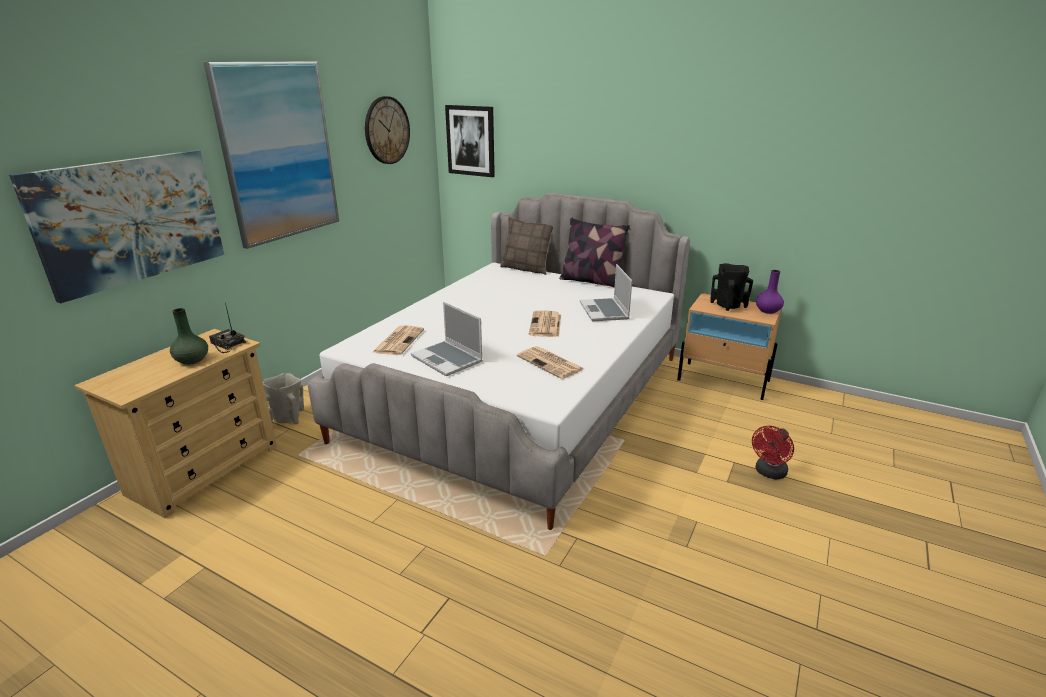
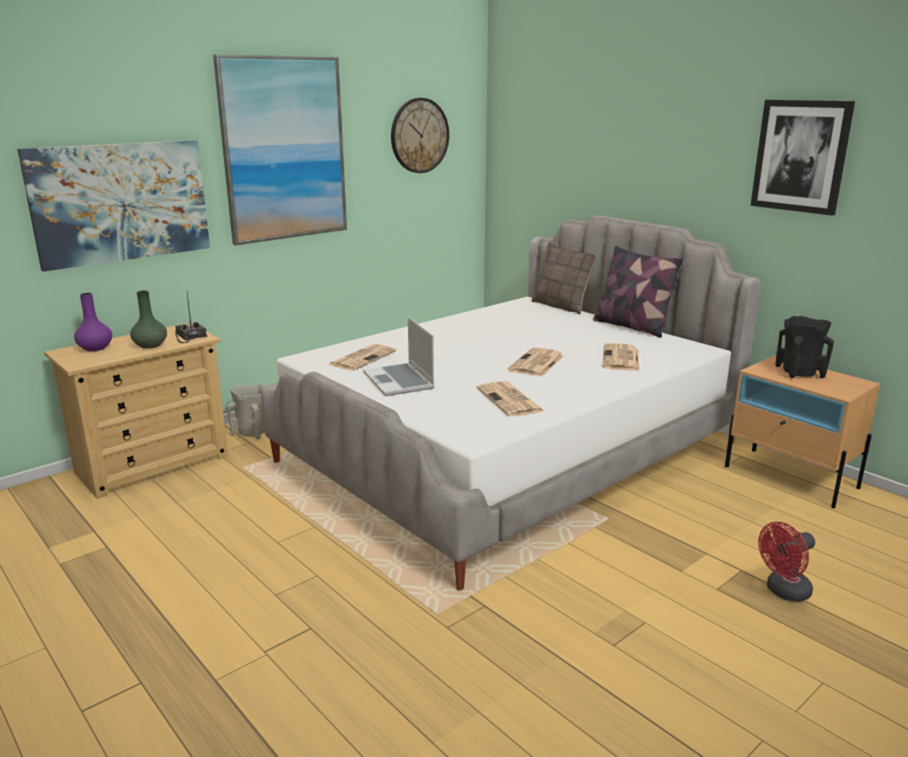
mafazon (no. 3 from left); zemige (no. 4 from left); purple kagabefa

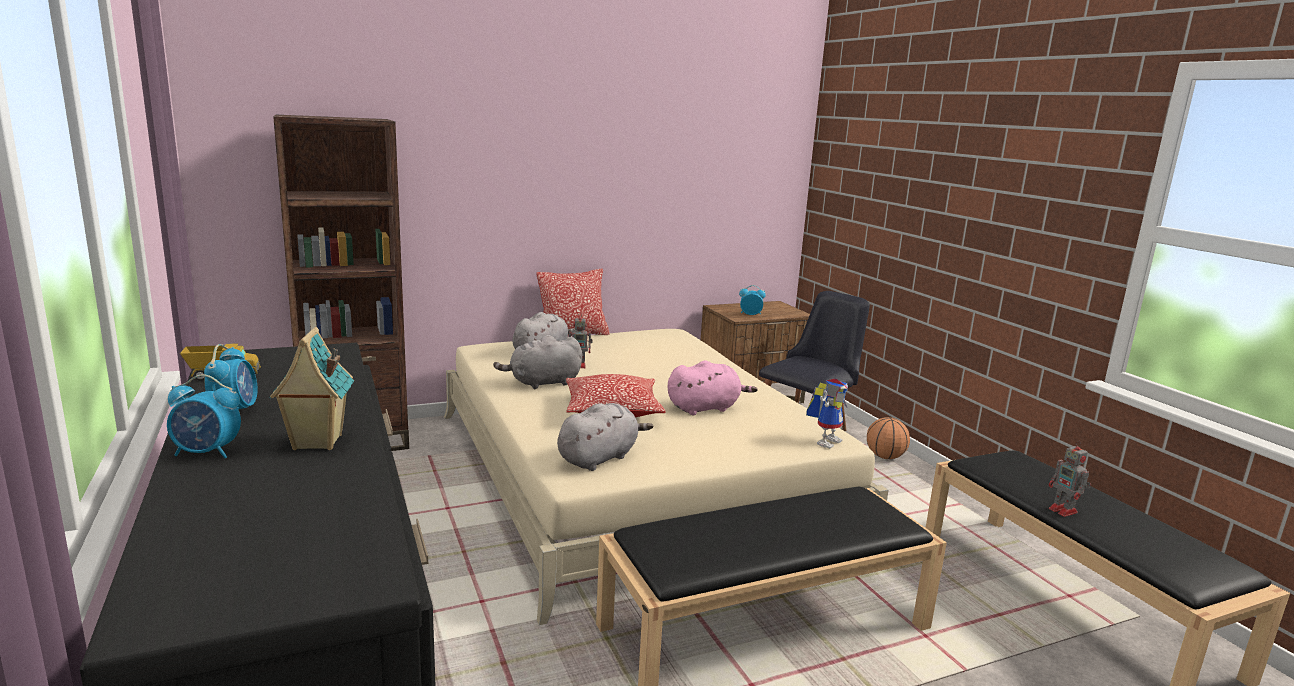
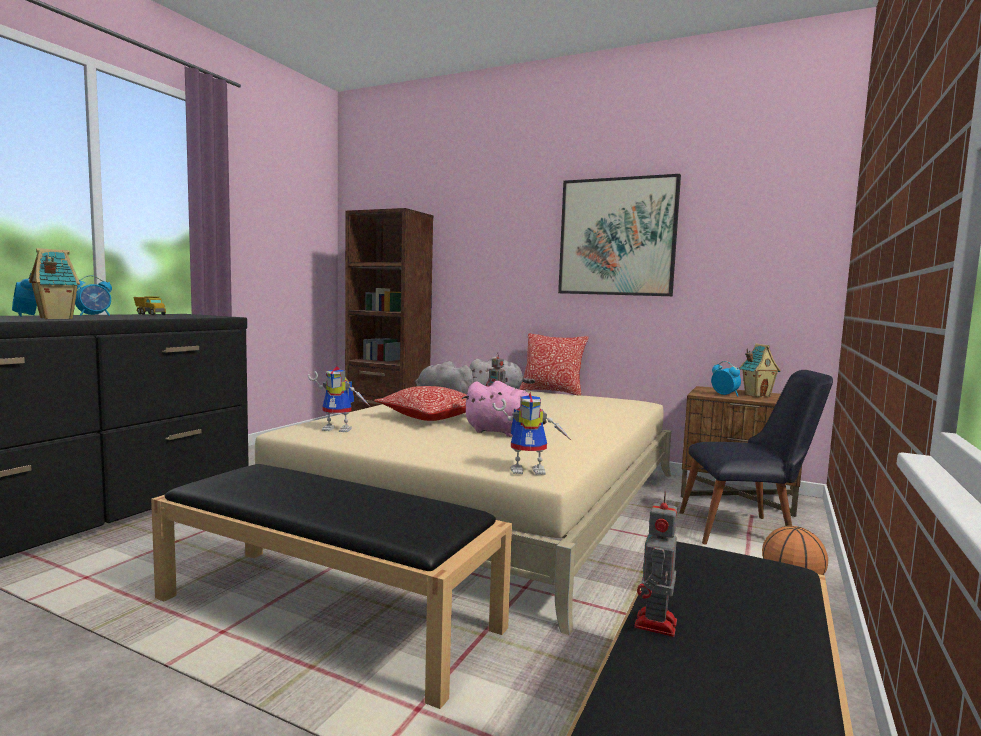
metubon (no. 1 from left); mafazon; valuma (no. 2 from left)

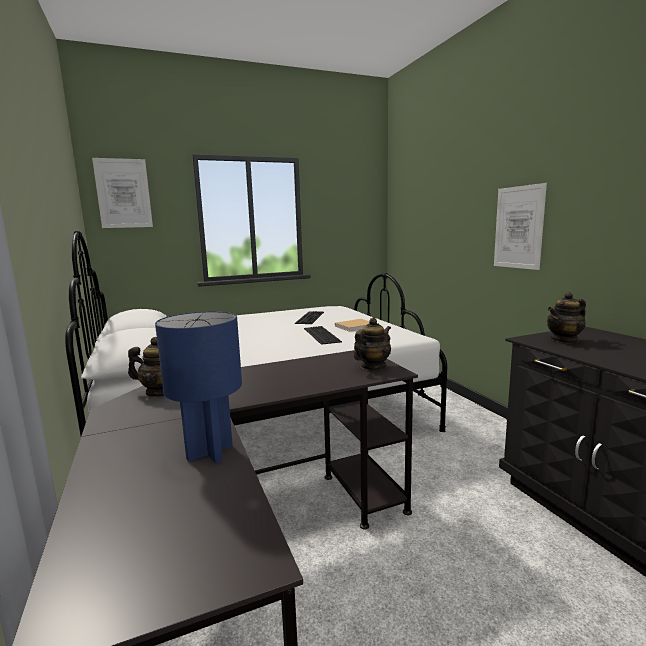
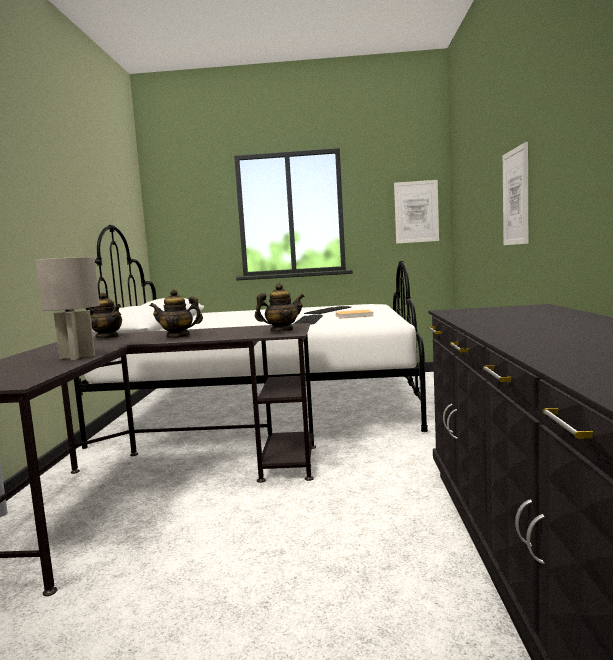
mafazon (no. 1 from left); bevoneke (no. 2 from left); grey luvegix

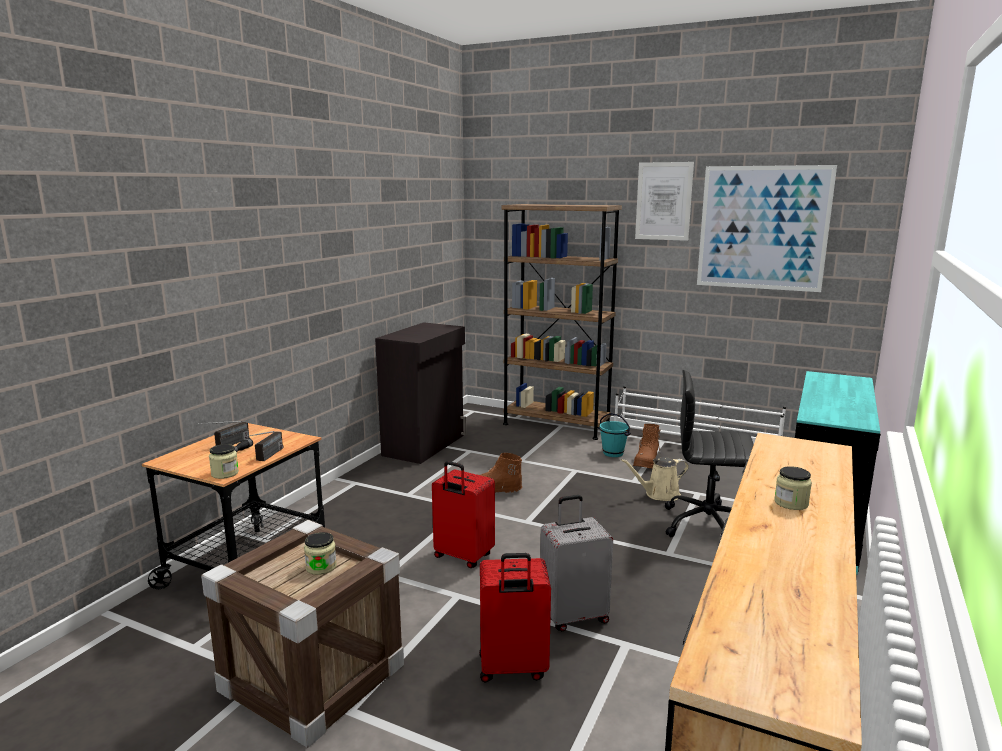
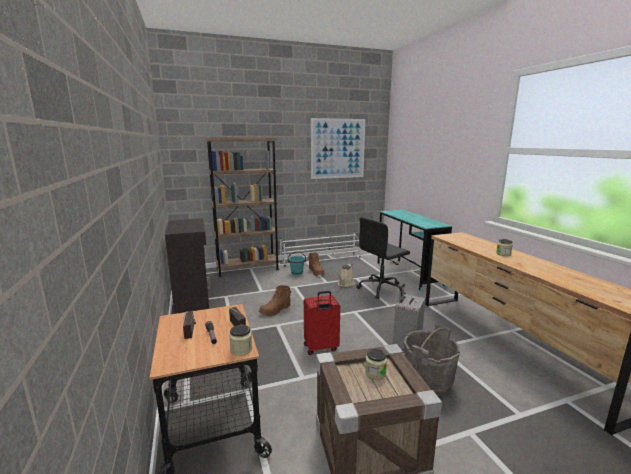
mafazon (no. 1 from left in the first image); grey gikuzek

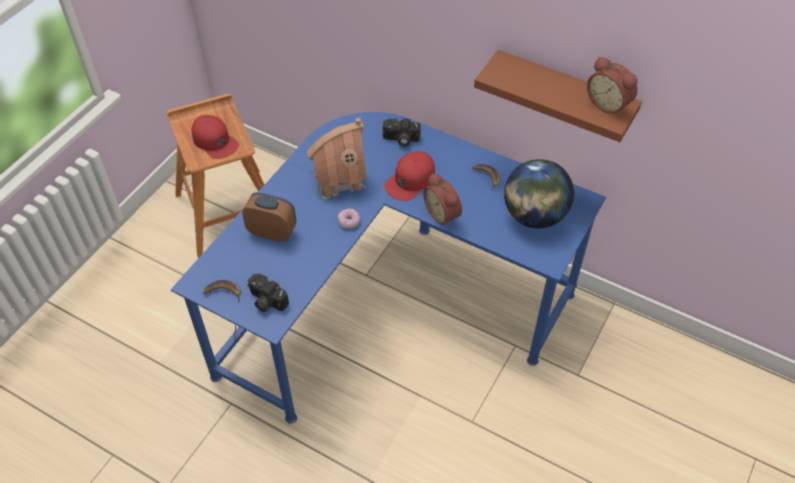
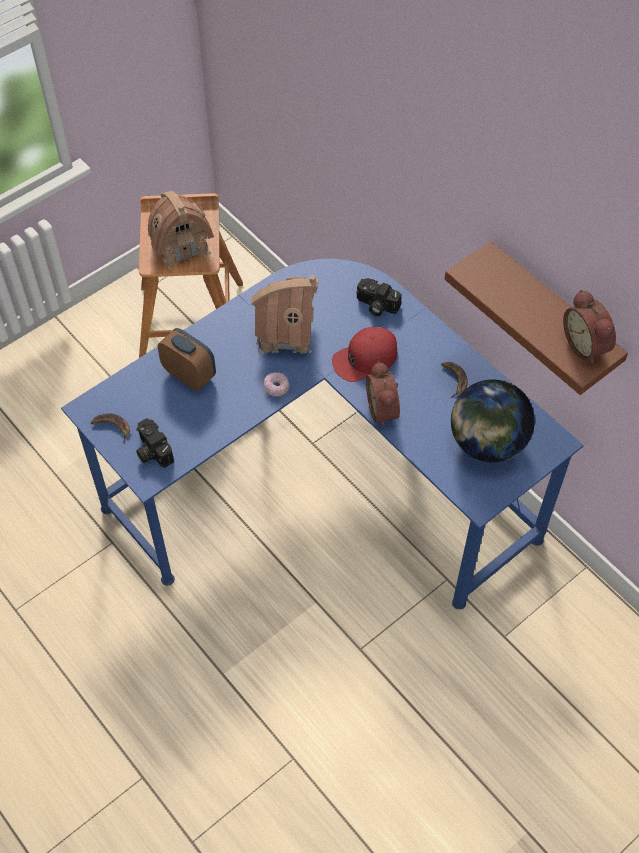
valuma (no. 1 from left)

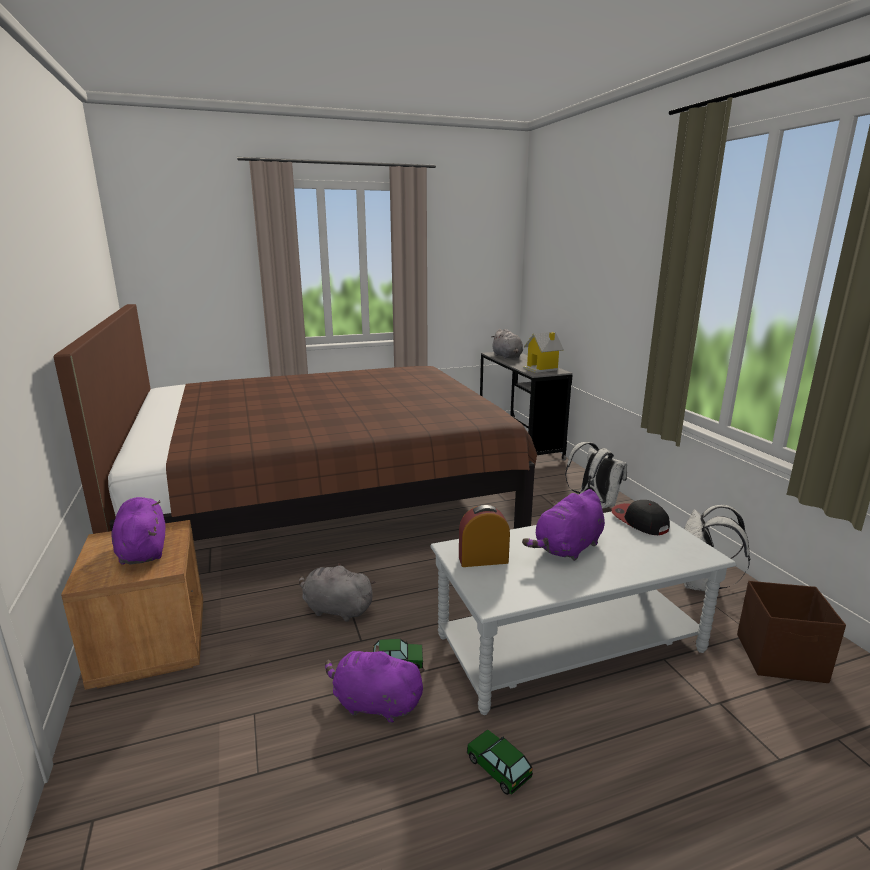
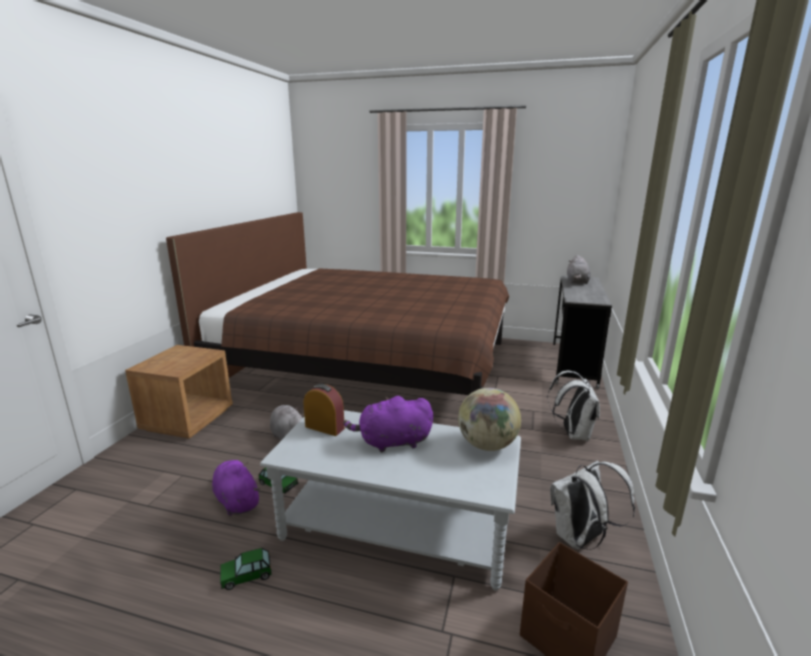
valuma; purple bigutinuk (no. 1 from left in the first image); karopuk; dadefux (no. 1 from left)

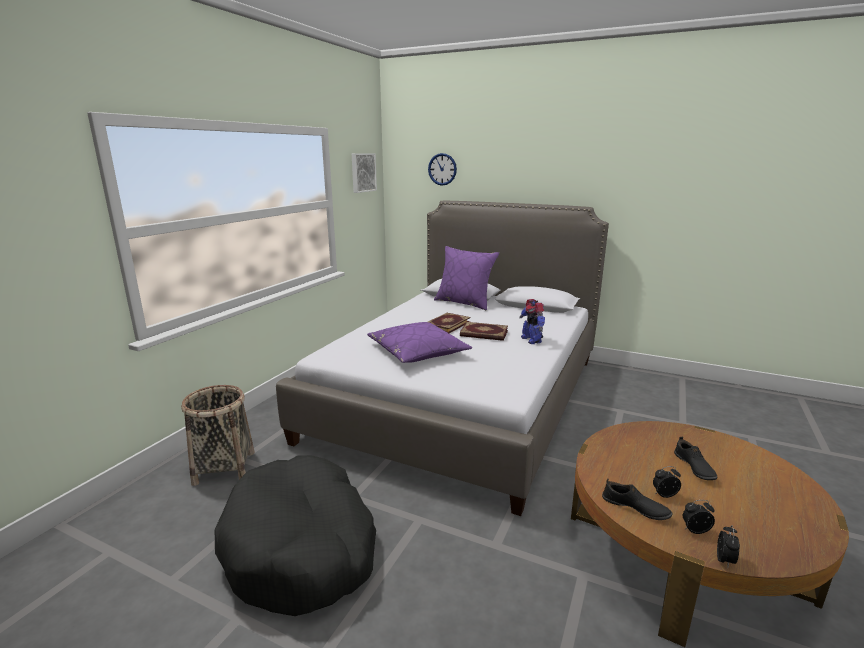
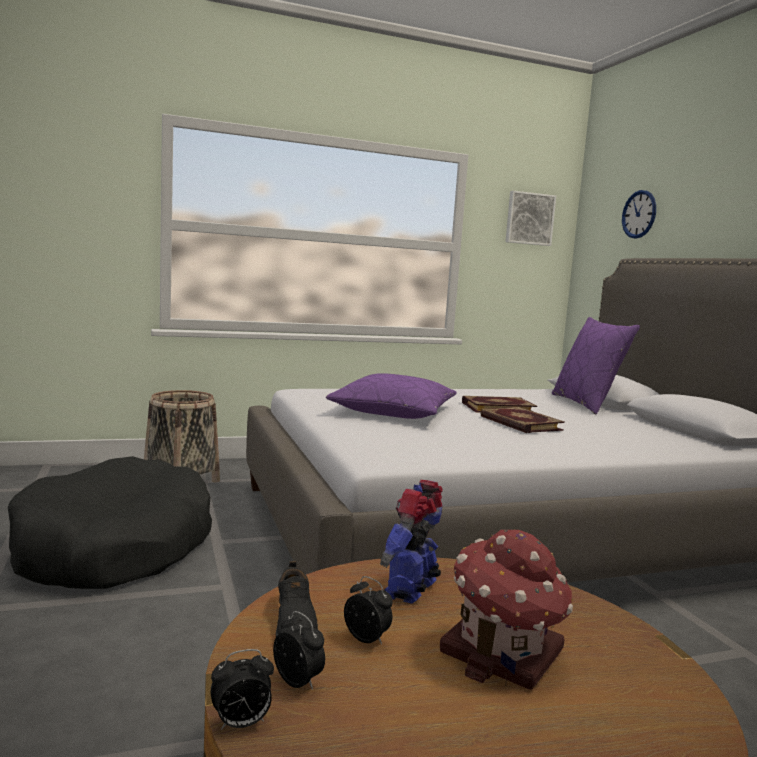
metubon; valuma

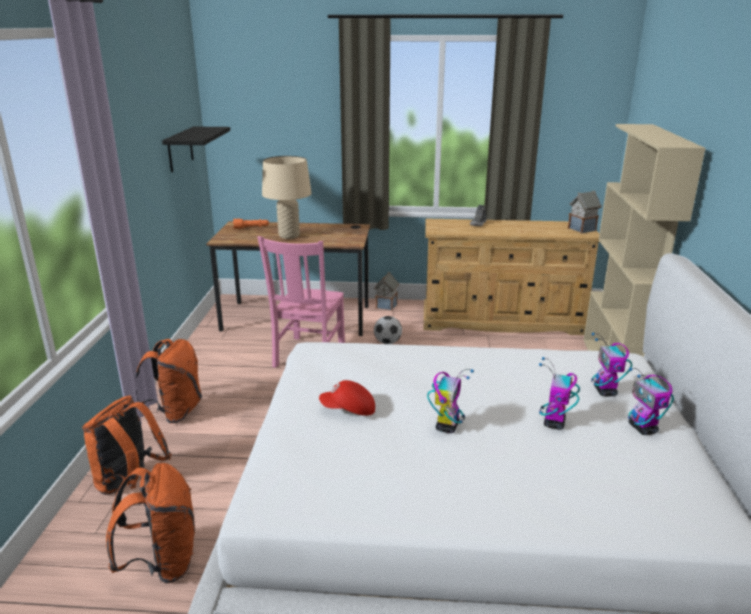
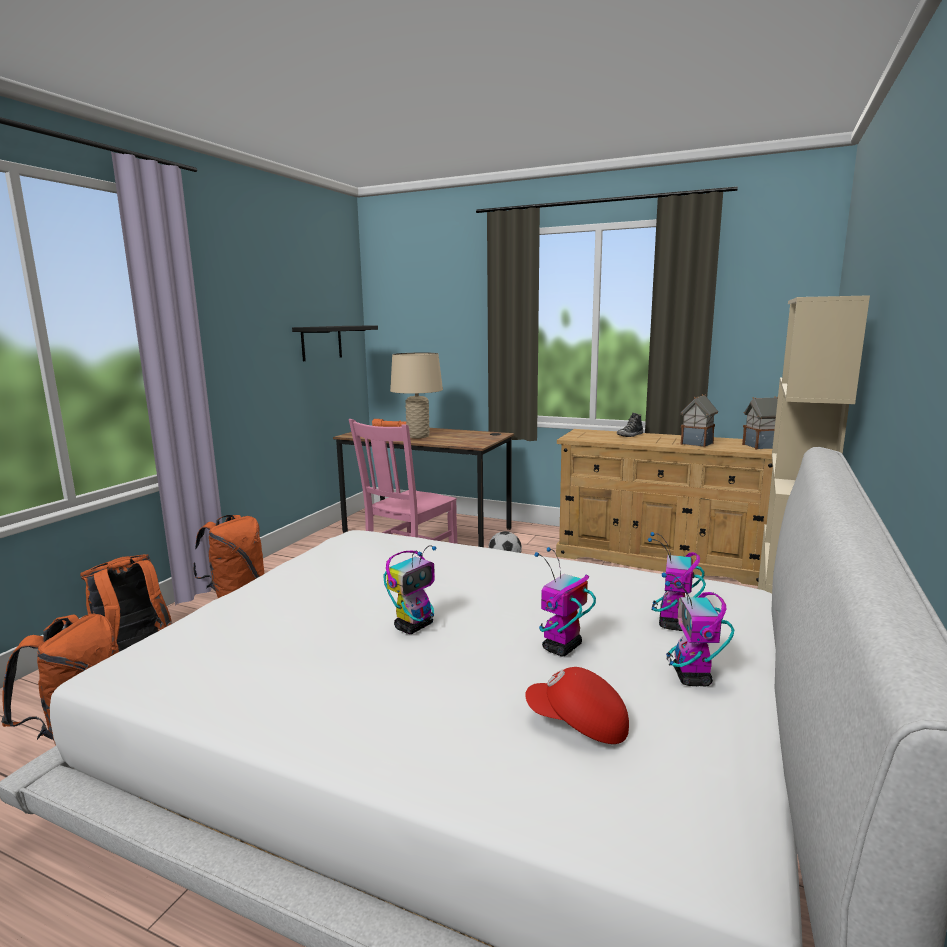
valuma (no. 1 from left); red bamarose

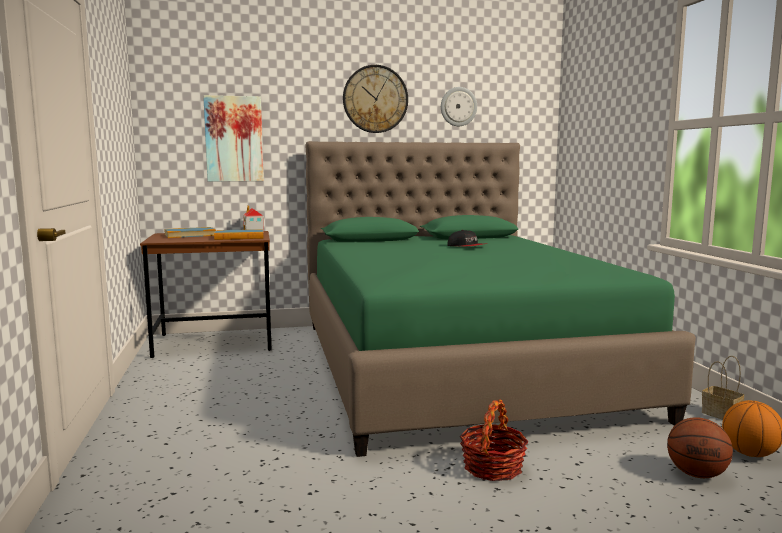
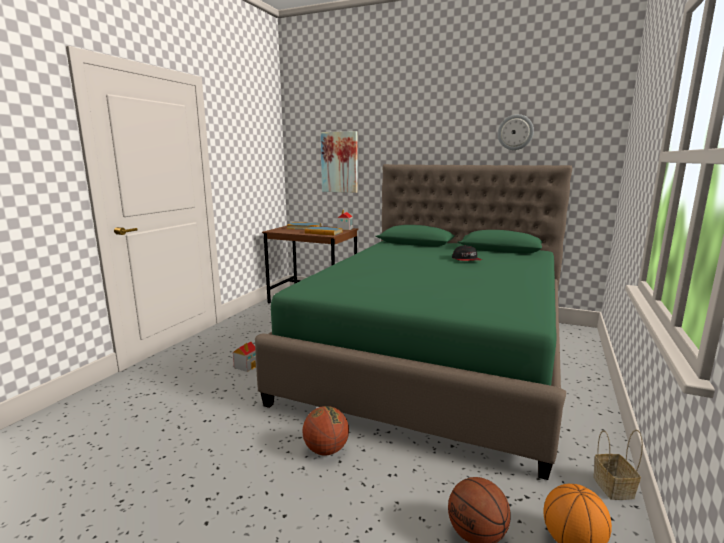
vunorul (no. 1 from left in the first image); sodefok (no. 1 from left); valuma (no. 1 from left)

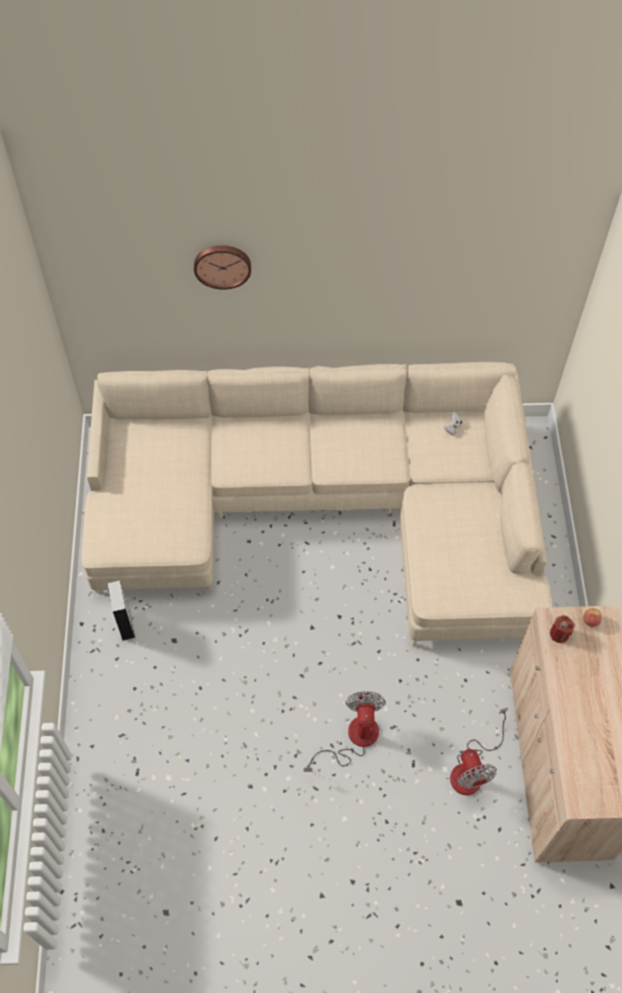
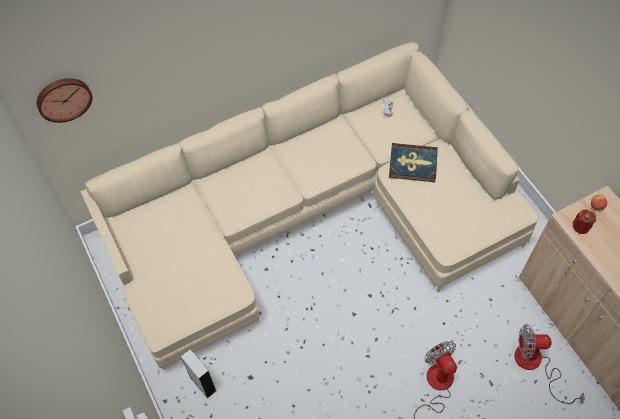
vunorul; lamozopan (no. 2 from left); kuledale

